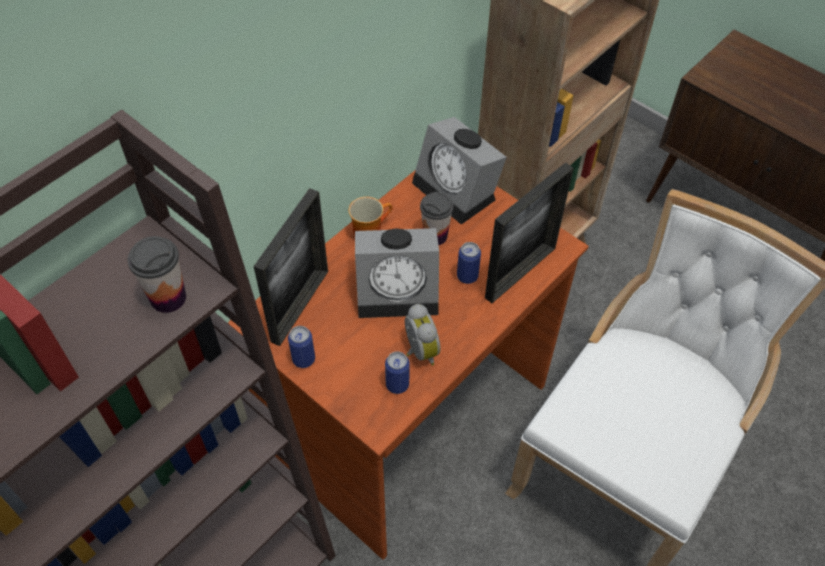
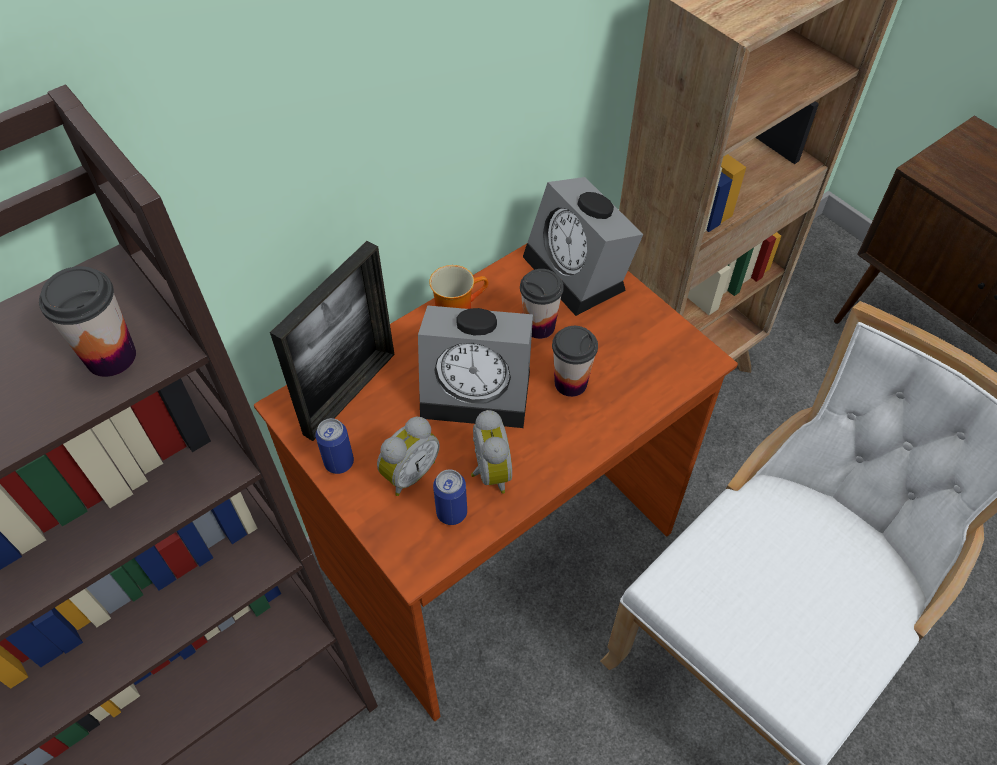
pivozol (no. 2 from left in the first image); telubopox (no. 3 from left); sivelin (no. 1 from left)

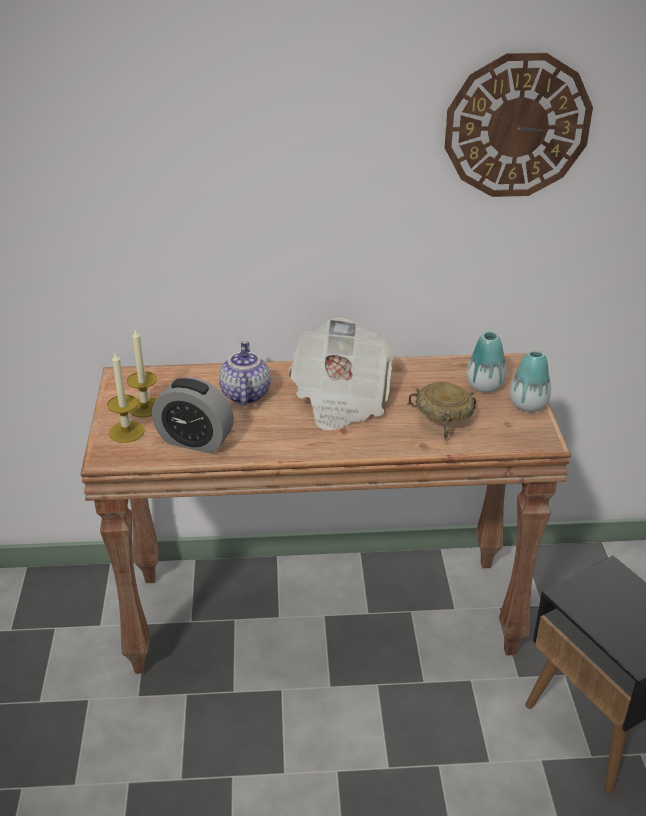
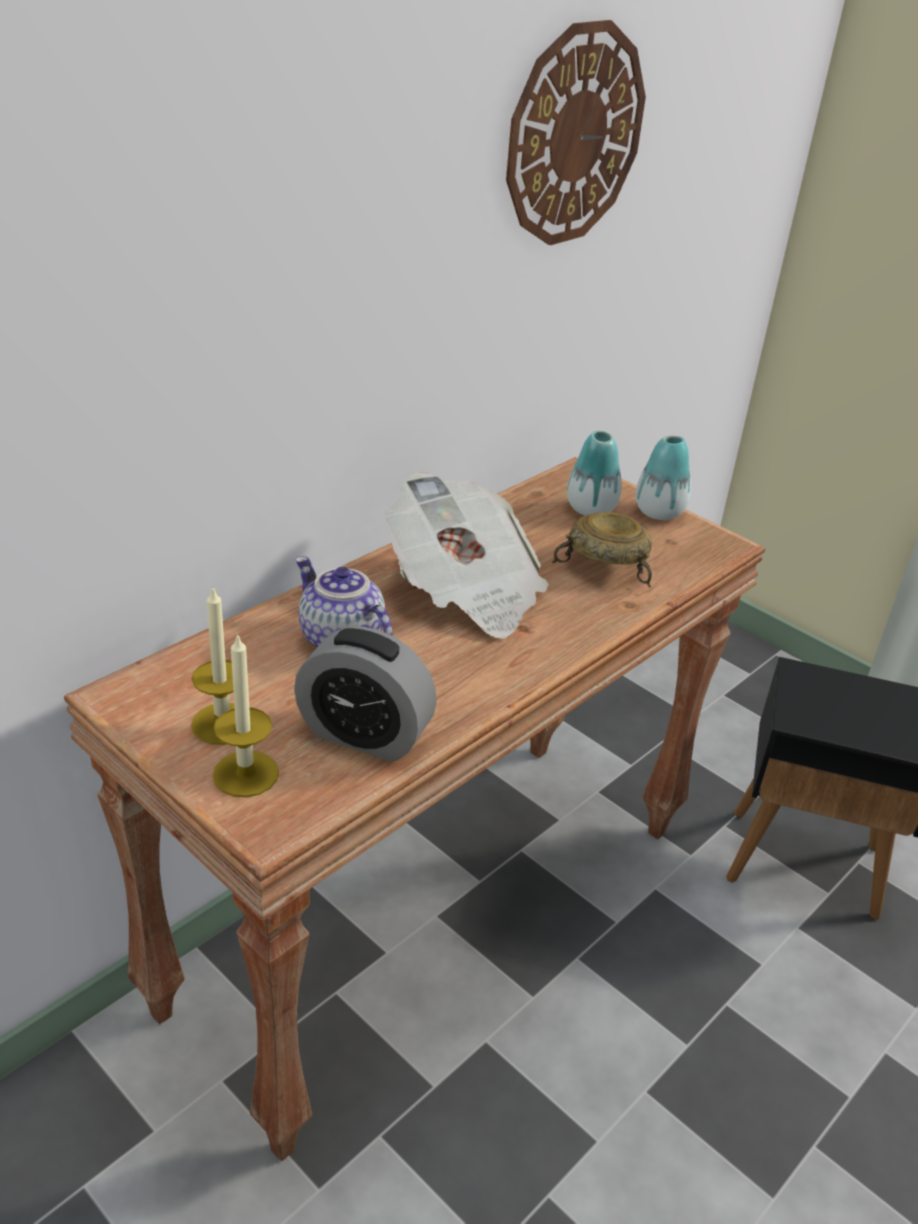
sivelin

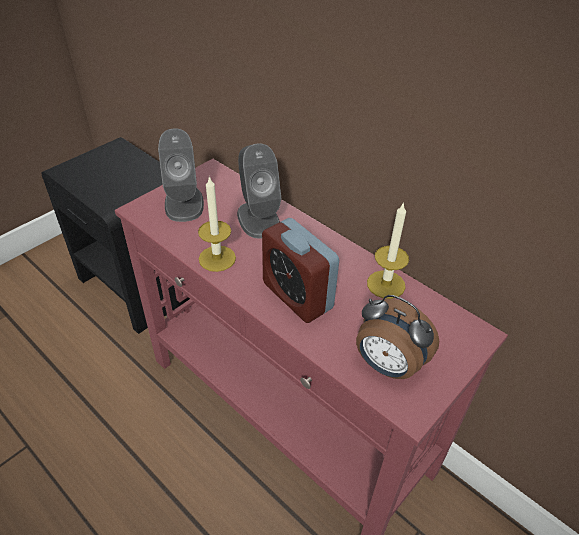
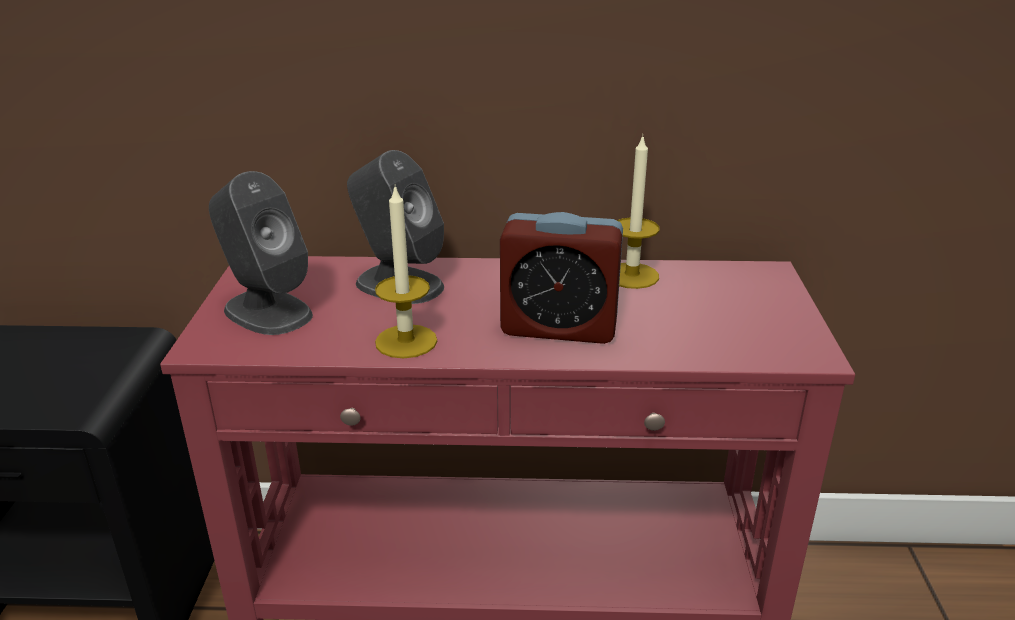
sivelin (no. 2 from left in the first image)

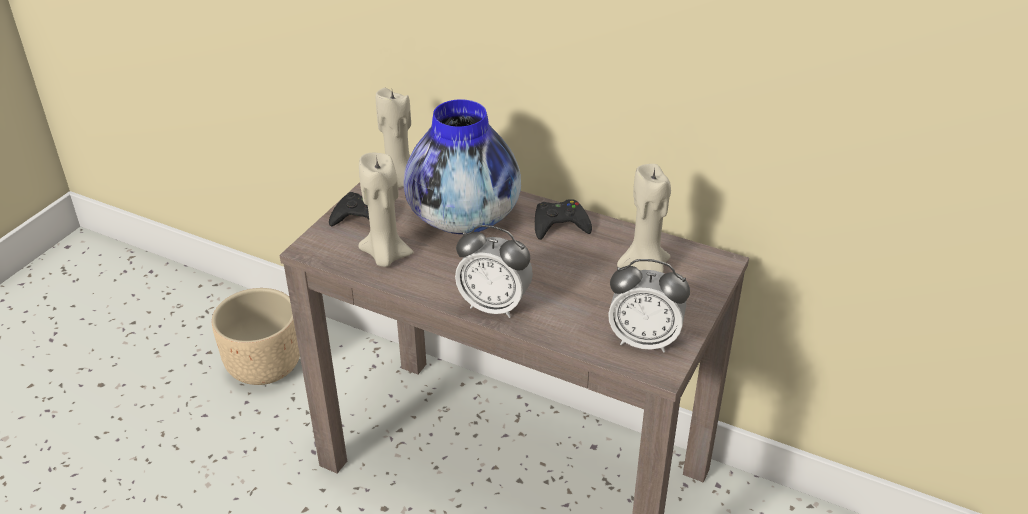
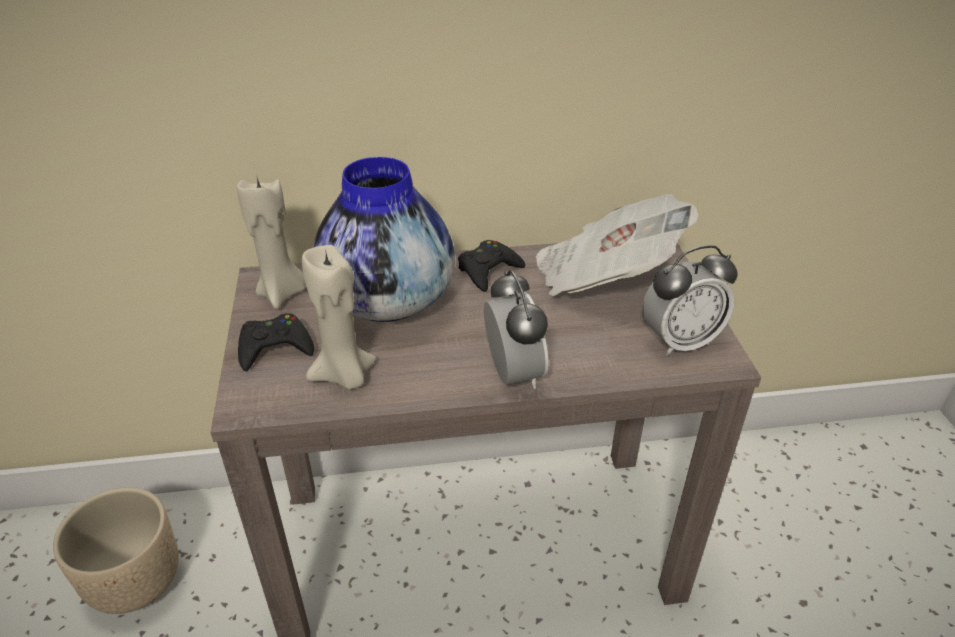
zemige; sivelin (no. 1 from left)

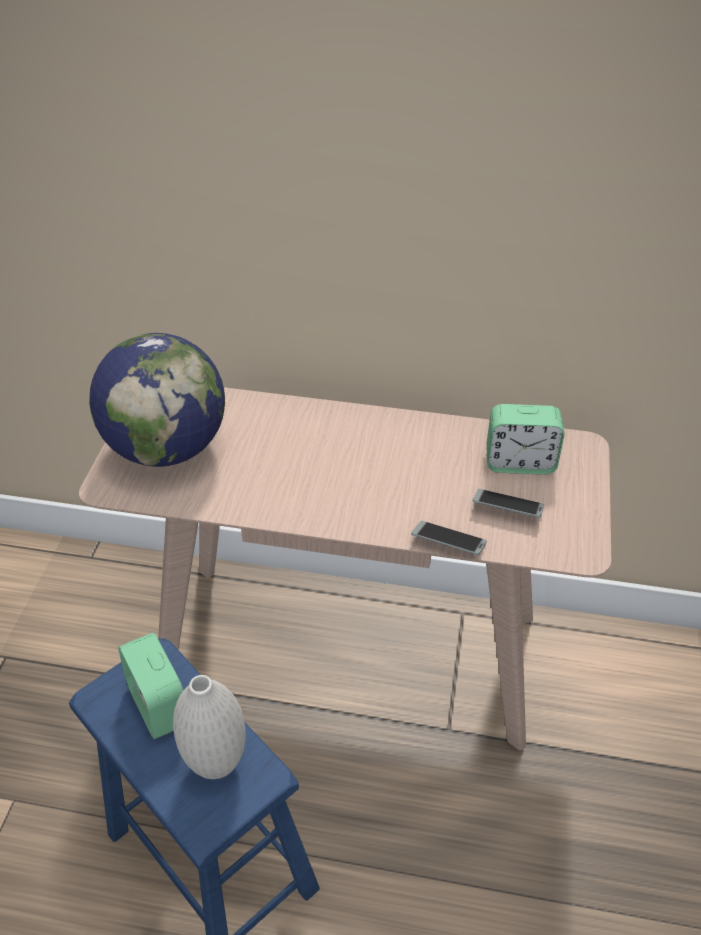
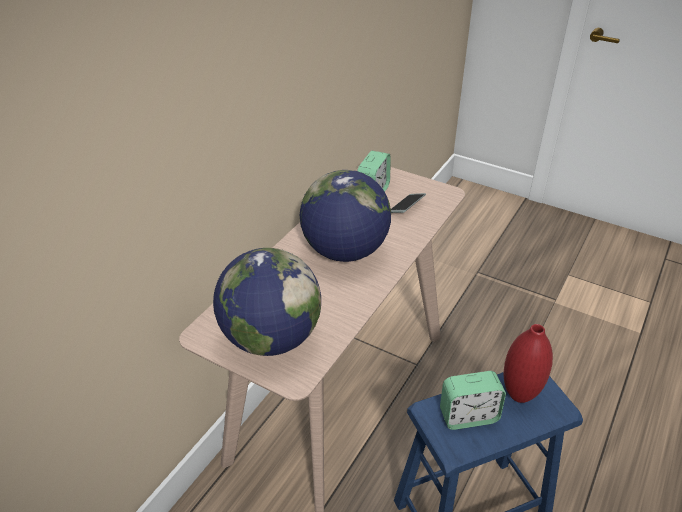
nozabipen (no. 1 from left in the first image); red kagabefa; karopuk (no. 2 from left)

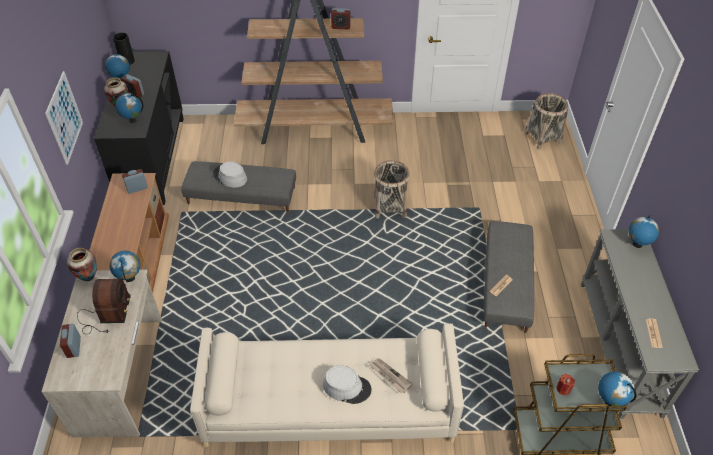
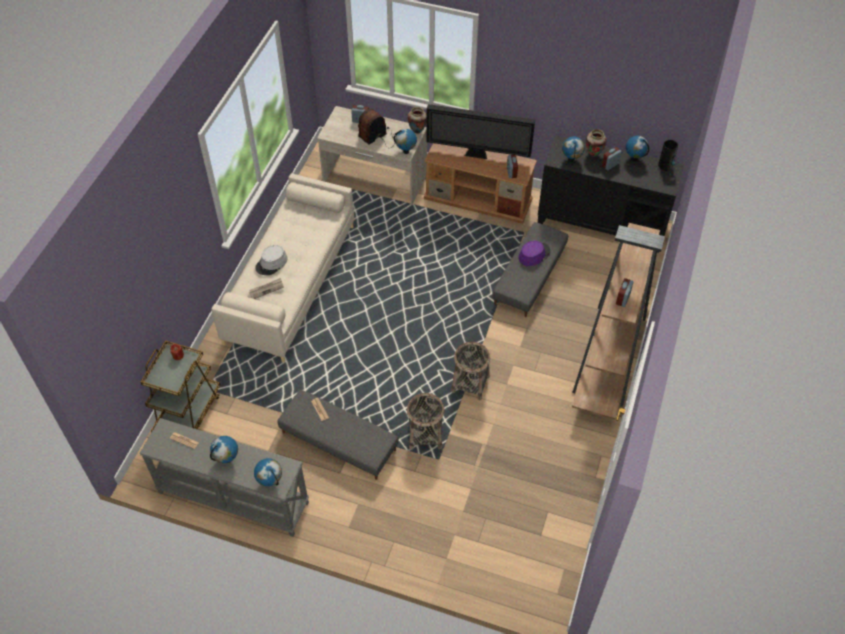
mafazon; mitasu (no. 1 from left); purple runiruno; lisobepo; karopuk (no. 1 from left); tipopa

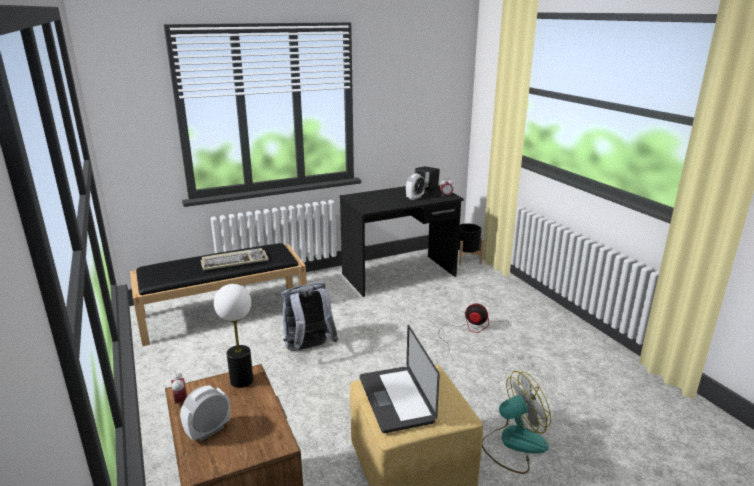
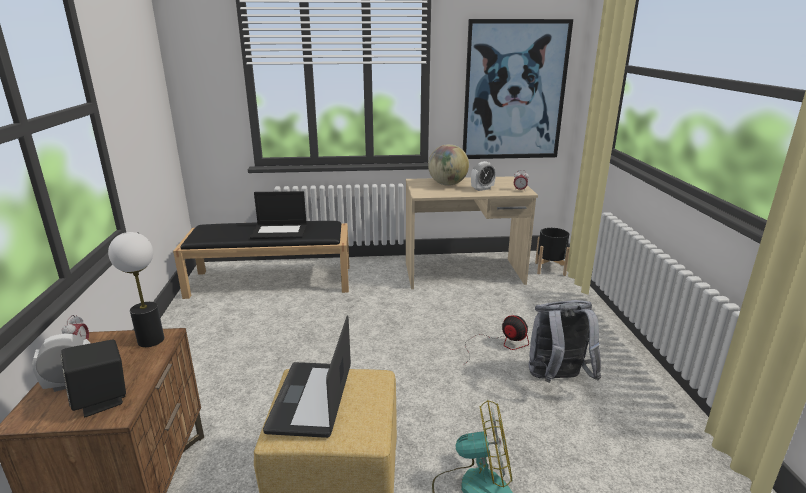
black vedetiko; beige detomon; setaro (no. 1 from left); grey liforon; mafazon; karopuk

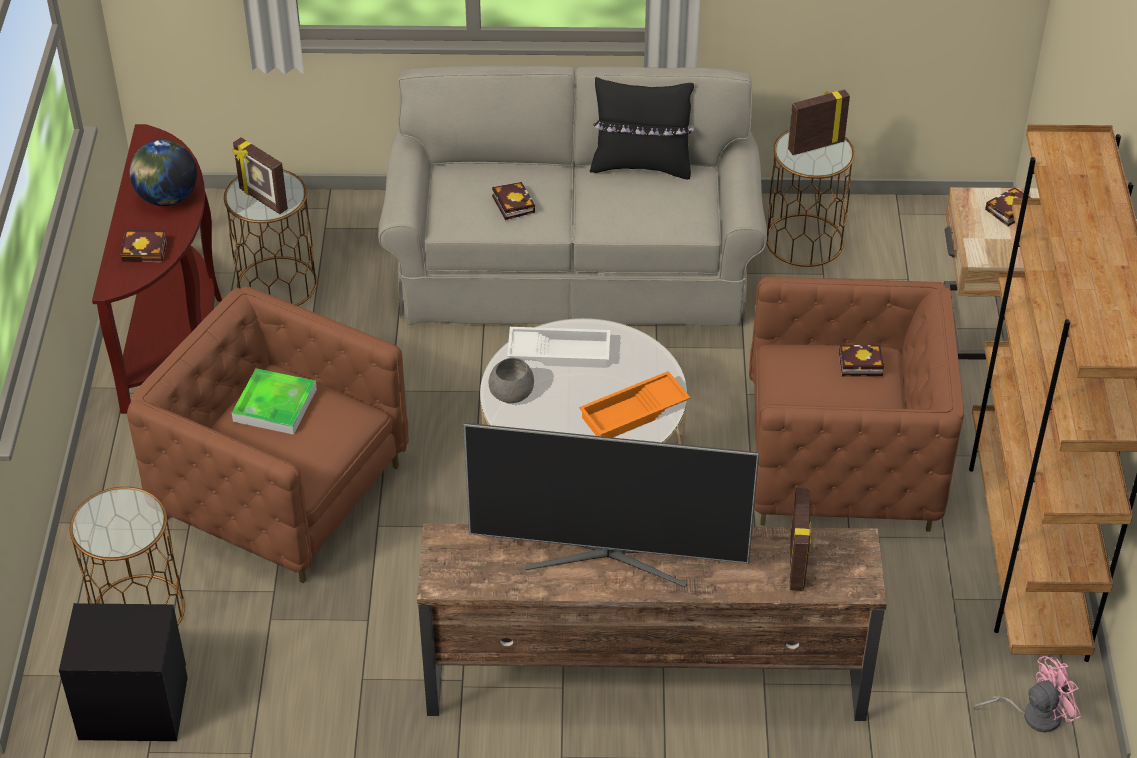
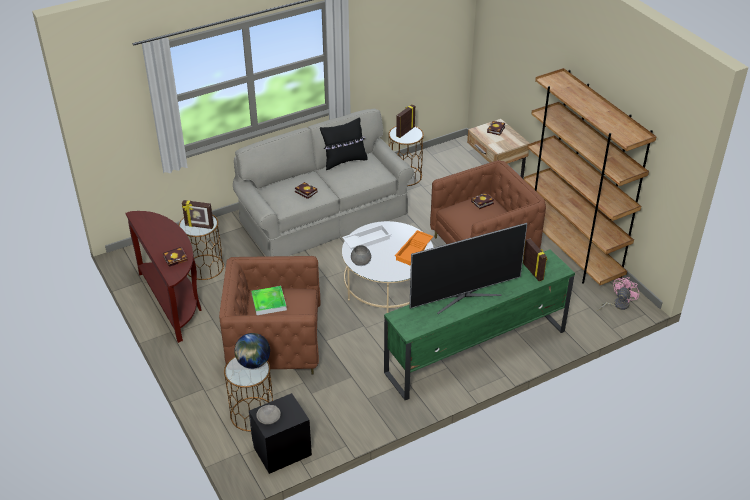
karopuk; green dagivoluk; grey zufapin (no. 1 from left)

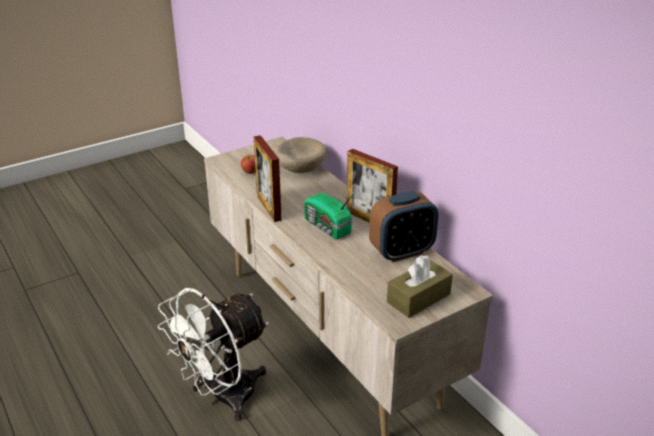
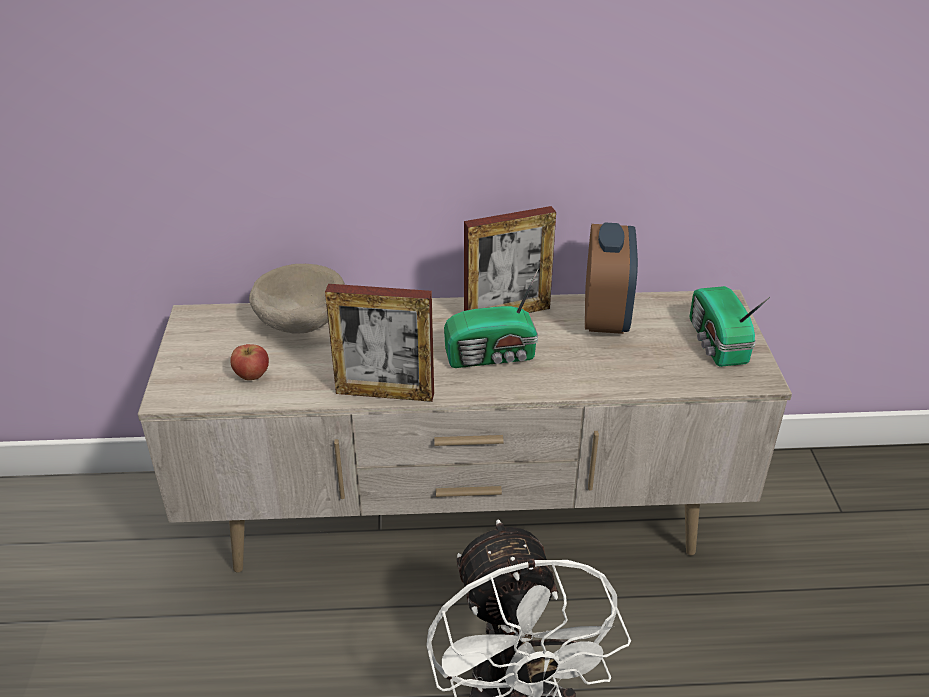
lisobepo (no. 2 from left)

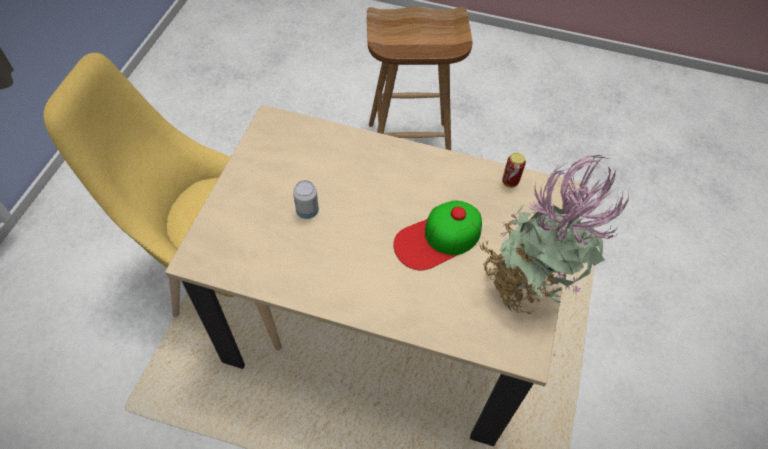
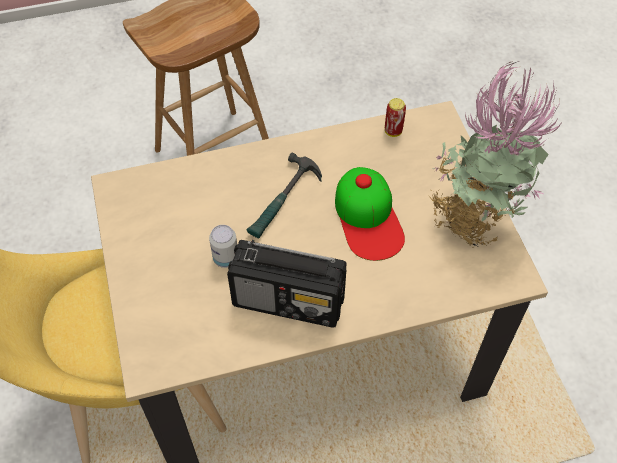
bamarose; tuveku; lisobepo

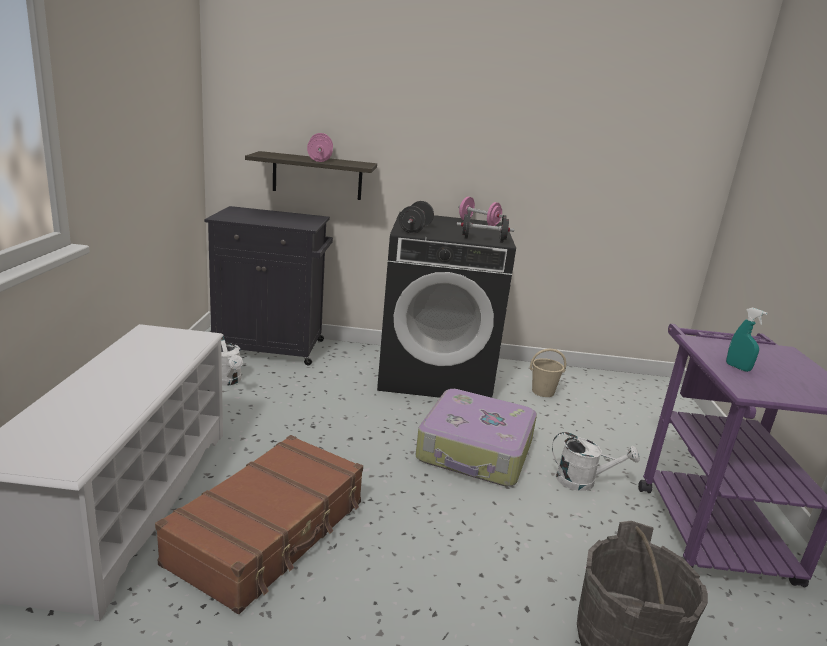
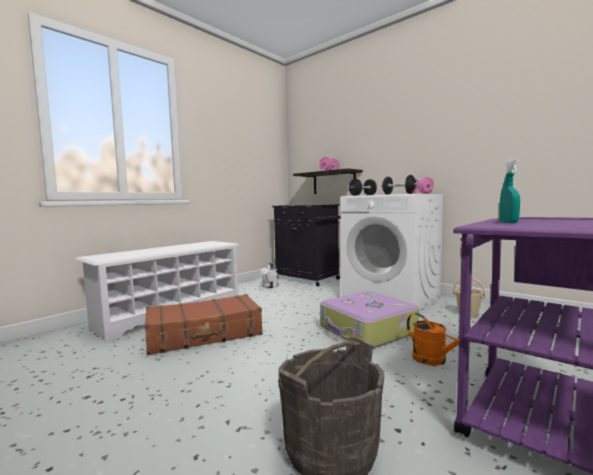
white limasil; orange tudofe

